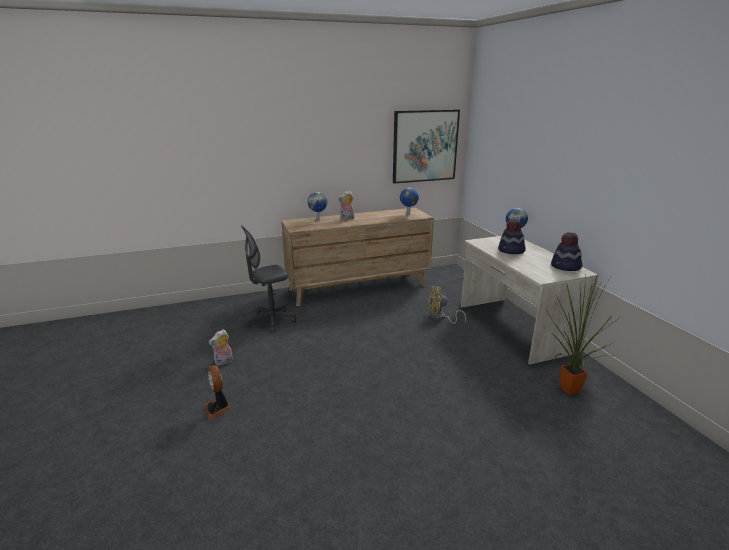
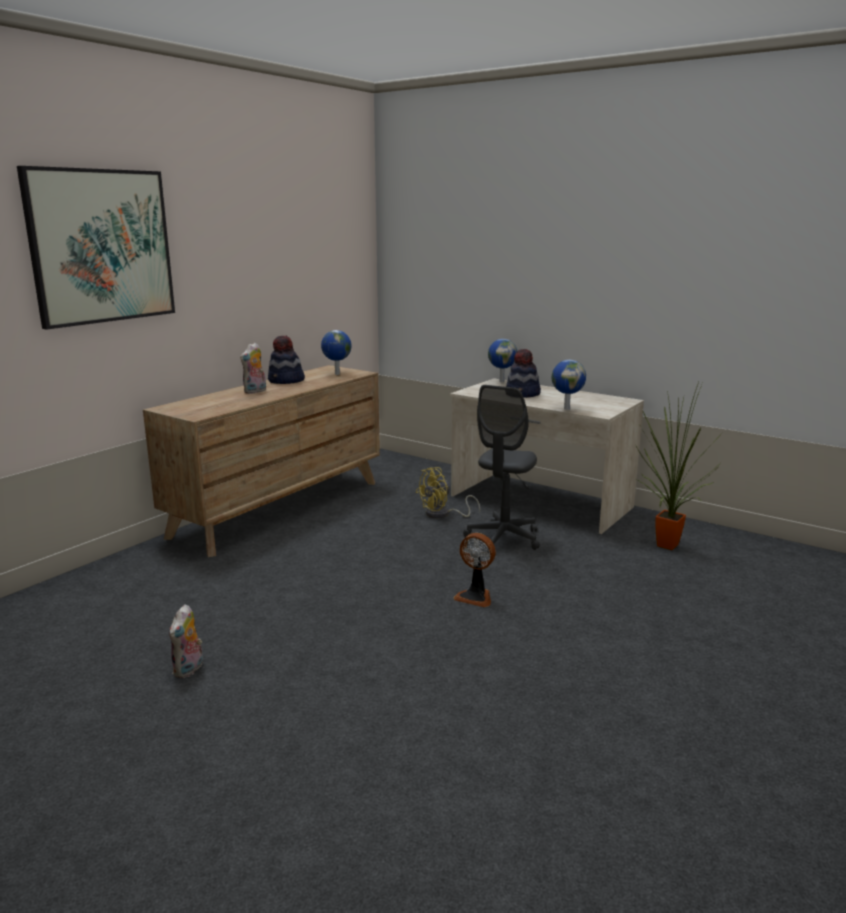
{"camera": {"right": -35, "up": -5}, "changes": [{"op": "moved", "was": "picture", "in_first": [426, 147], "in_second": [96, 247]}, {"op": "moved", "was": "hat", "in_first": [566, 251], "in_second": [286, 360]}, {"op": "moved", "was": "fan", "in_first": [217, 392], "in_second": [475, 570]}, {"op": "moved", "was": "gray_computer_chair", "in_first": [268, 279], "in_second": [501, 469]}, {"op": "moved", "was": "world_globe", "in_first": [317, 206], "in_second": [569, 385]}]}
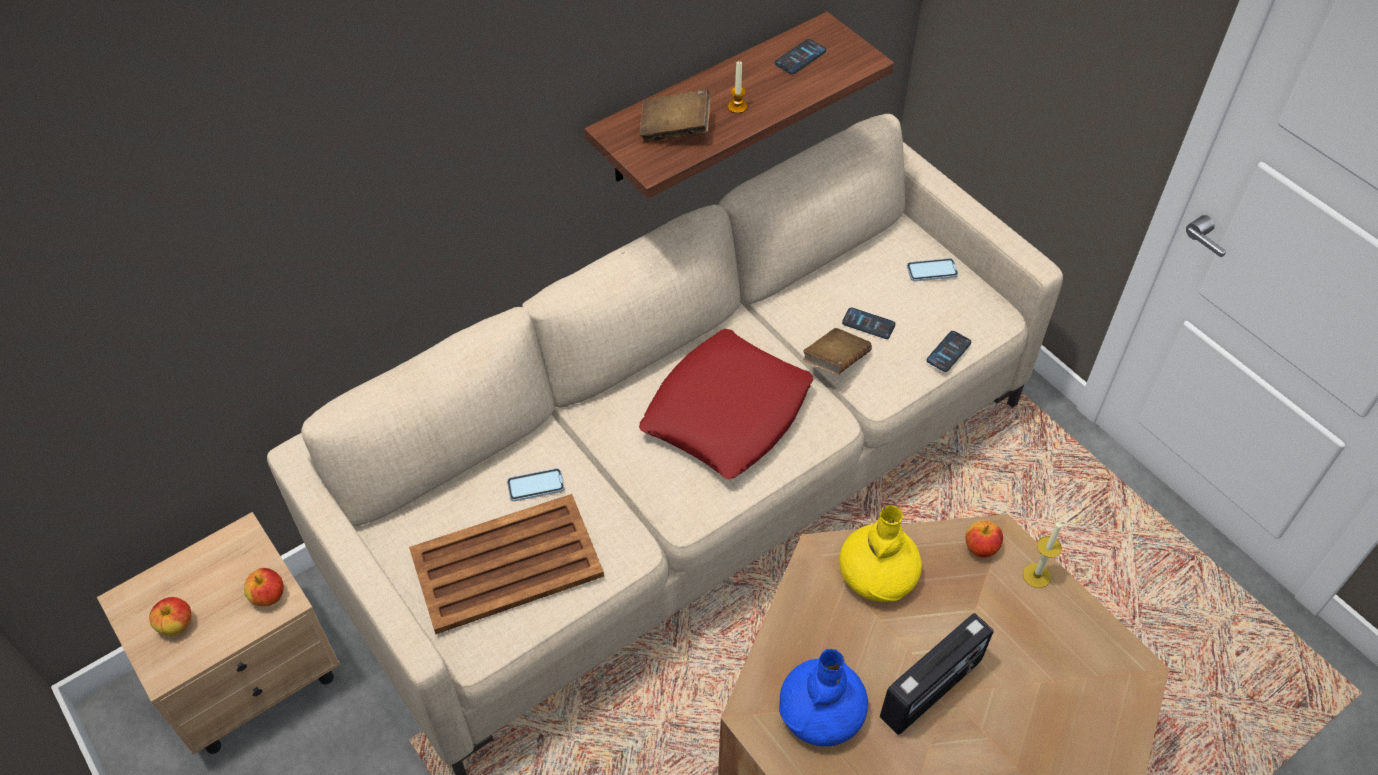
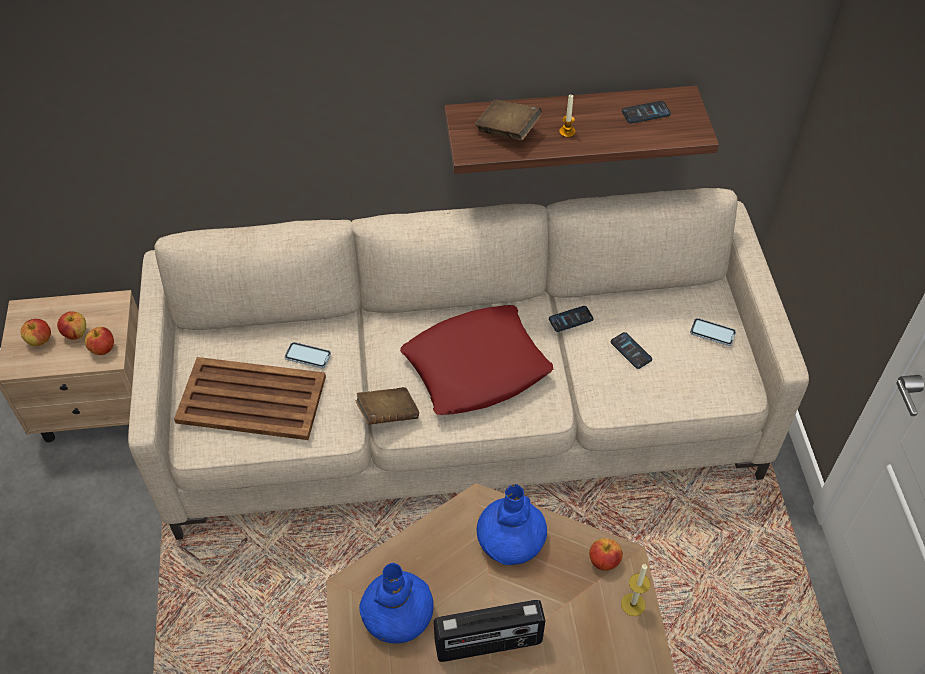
{"camera": {"right": 30, "up": 0}, "changes": [{"op": "added", "now": "apple_fruit", "in_second": [71, 325]}, {"op": "moved", "was": "brown-coloured_book", "in_first": [837, 351], "in_second": [387, 406]}, {"op": "recoloured", "was": "yellow_flower_vase", "now": "blue-coloured_flower_vase", "in_first": [880, 553], "in_second": [512, 524]}, {"op": "moved", "was": "handset", "in_first": [949, 351], "in_second": [571, 319]}]}
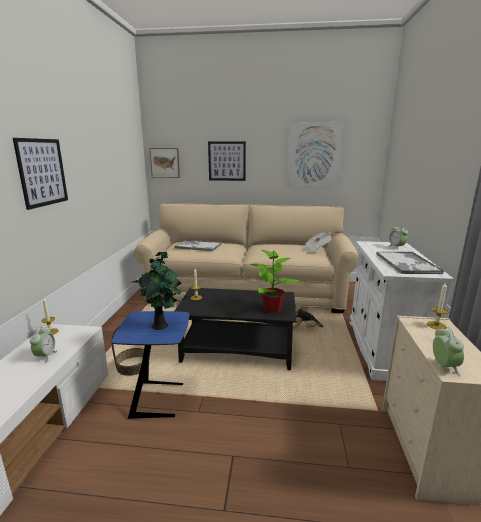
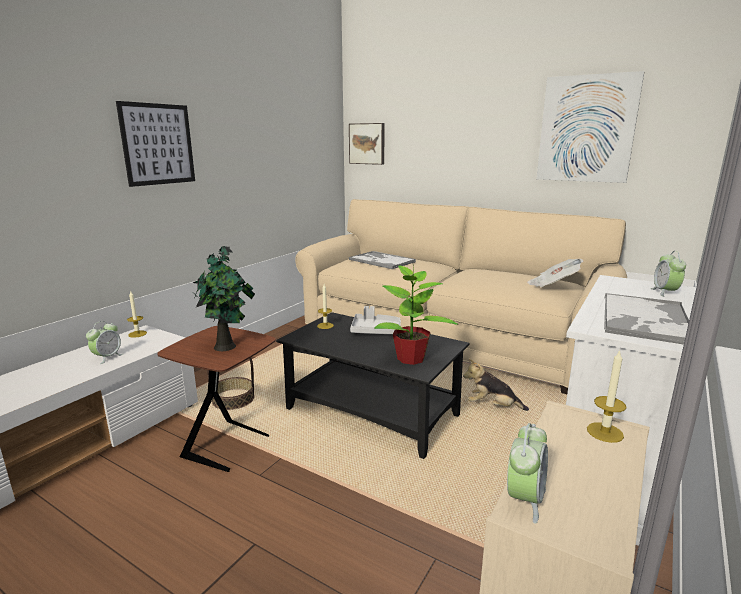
{"camera": {"right": 25, "up": 0}, "changes": [{"op": "recoloured", "was": "blue-coloured_side_table", "now": "brown-coloured_side_table", "in_first": [151, 365], "in_second": [216, 399]}, {"op": "added", "now": "gray_serving_tray", "in_second": [375, 320]}, {"op": "removed", "was": "picture", "in_first": [227, 161]}]}
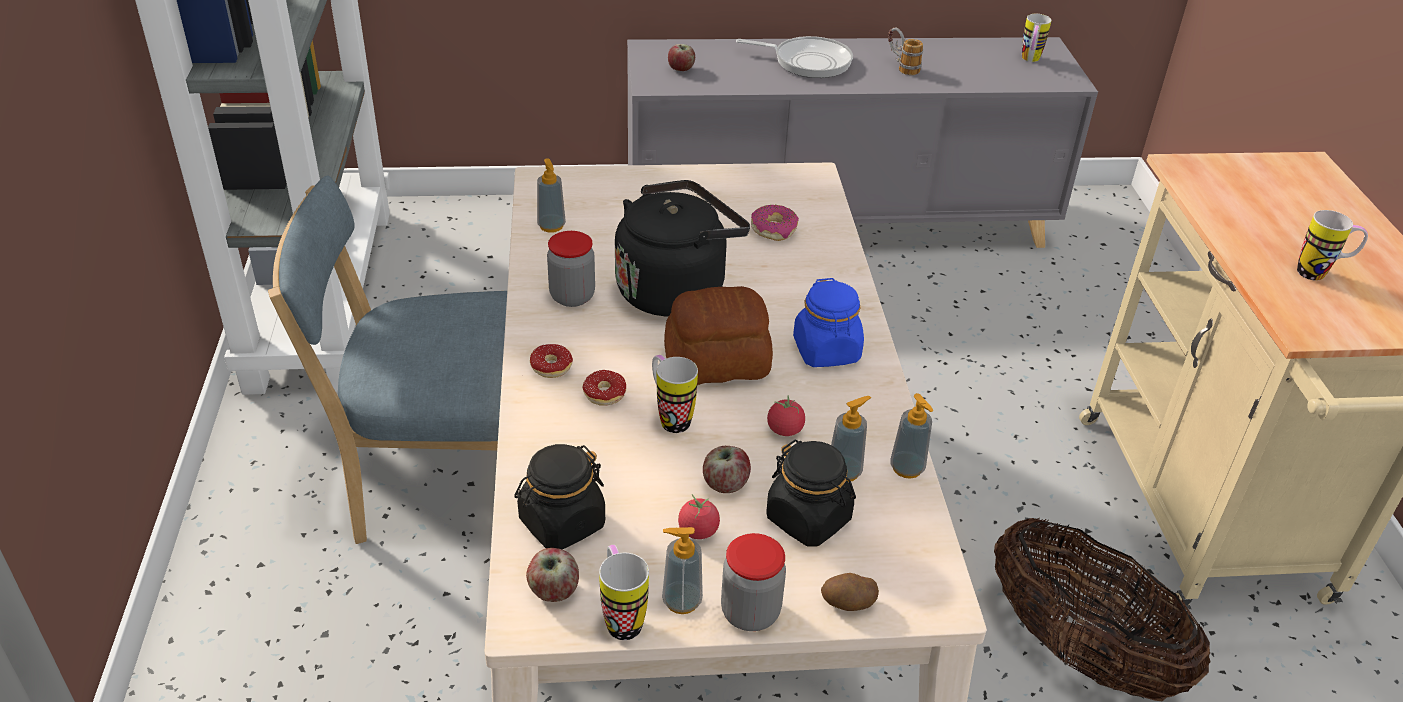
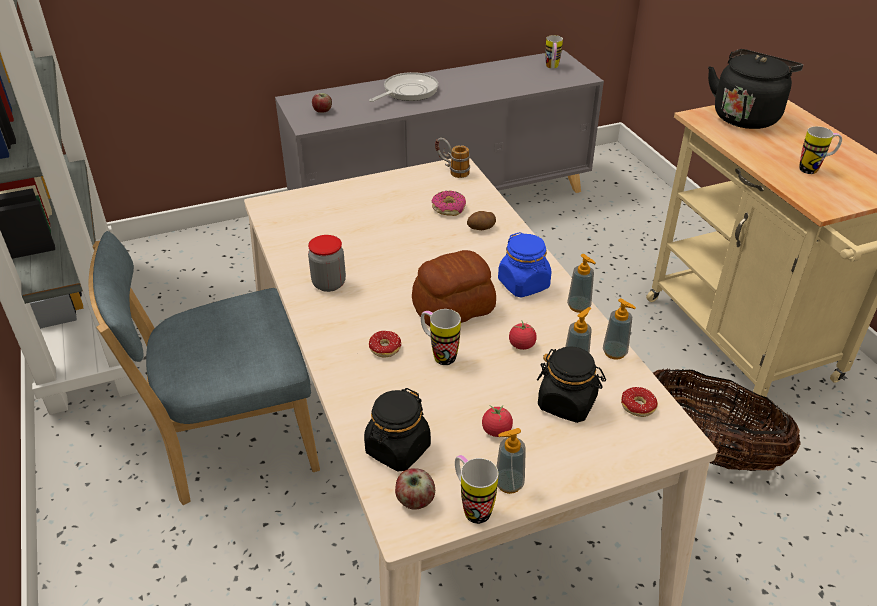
{"camera": {"right": -15, "up": 0}, "changes": [{"op": "turned", "was": "pan", "in_first": [794, 57], "in_second": [403, 87], "clockwise": -45}, {"op": "moved", "was": "coffee_mug", "in_first": [905, 51], "in_second": [452, 158]}, {"op": "moved", "was": "potato", "in_first": [850, 592], "in_second": [481, 220]}, {"op": "moved", "was": "liquid_soap_bottle", "in_first": [551, 195], "in_second": [581, 283]}, {"op": "moved", "was": "donut", "in_first": [551, 361], "in_second": [639, 402]}, {"op": "moved", "was": "blackish_water_kettle", "in_first": [682, 248], "in_second": [755, 89]}, {"op": "removed", "was": "apple_fruit", "in_first": [727, 469]}, {"op": "removed", "was": "preserve_jar", "in_first": [753, 582]}]}
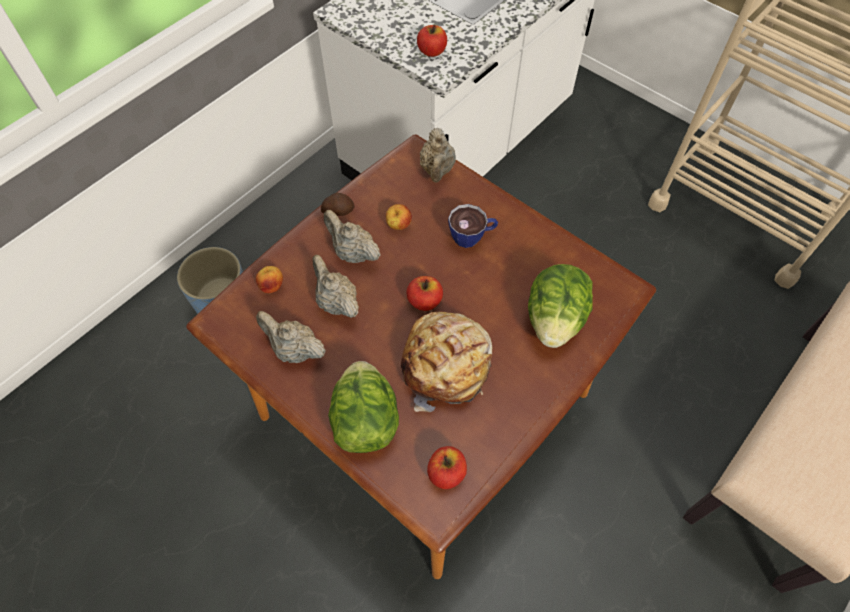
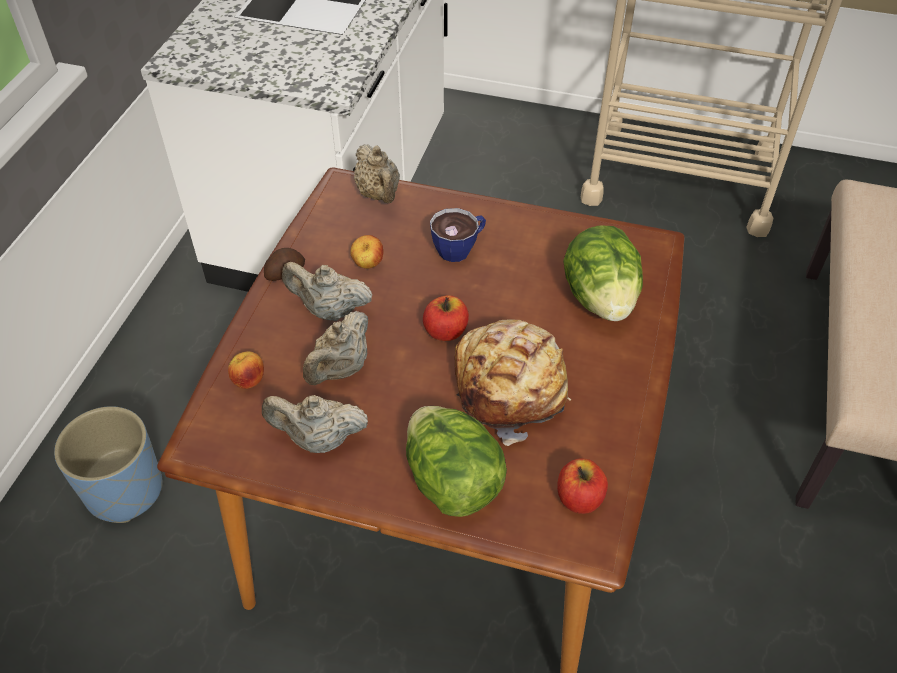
{"camera": {"right": -25, "up": -10}, "changes": [{"op": "turned", "was": "sand-coloured_teapot", "in_first": [335, 286], "in_second": [335, 348], "clockwise": -90}, {"op": "removed", "was": "apple_fruit", "in_first": [432, 41]}]}
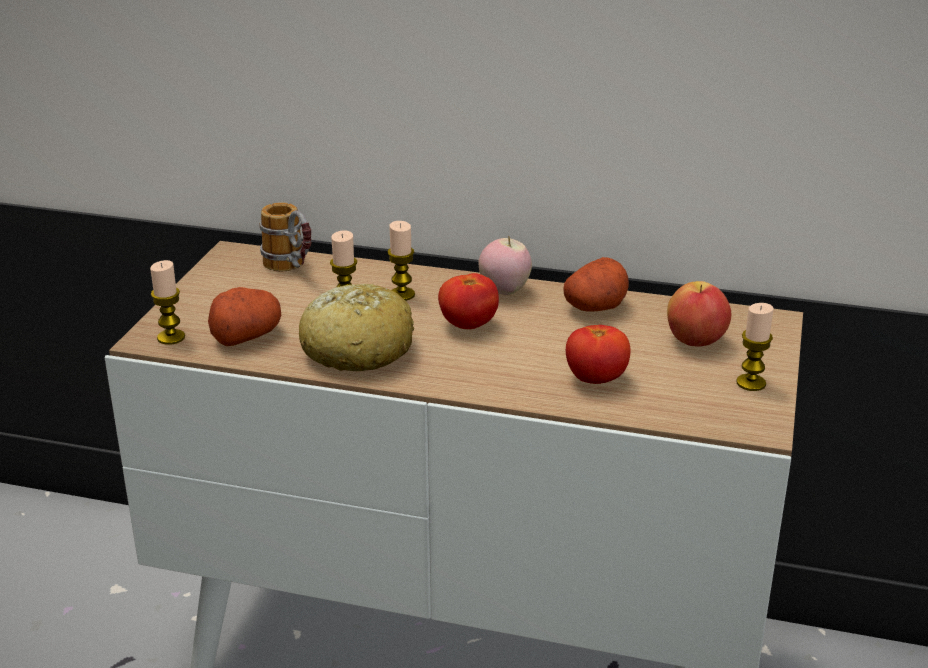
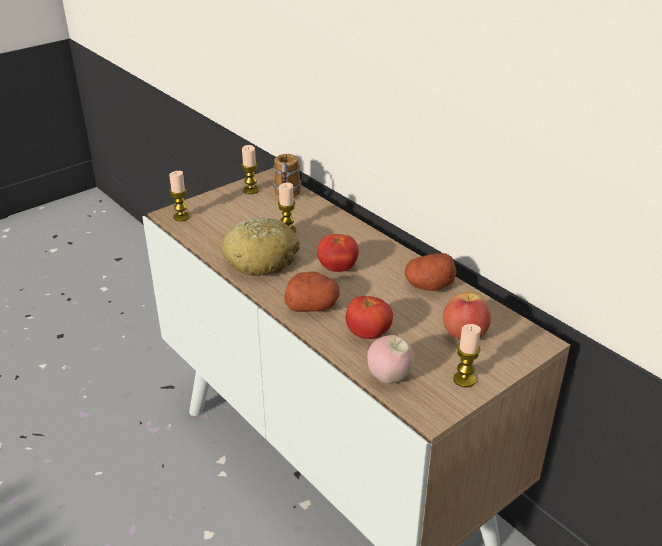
{"camera": {"right": 35, "up": 5}, "changes": [{"op": "moved", "was": "wax_candle", "in_first": [401, 261], "in_second": [250, 169]}, {"op": "moved", "was": "potato", "in_first": [244, 316], "in_second": [312, 291]}, {"op": "moved", "was": "apple_fruit", "in_first": [505, 265], "in_second": [390, 359]}]}
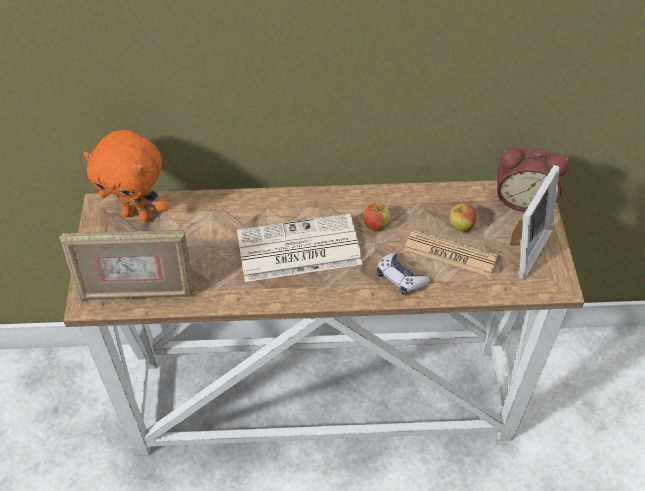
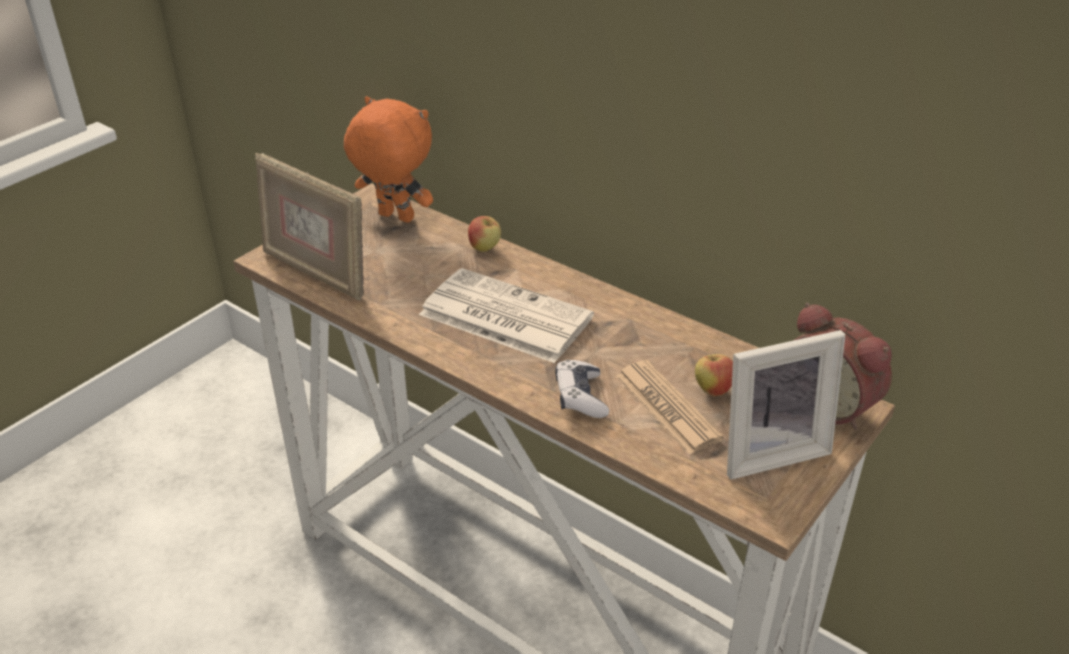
{"camera": {"right": 40, "up": -15}, "changes": [{"op": "turned", "was": "orangey_plush_toy", "in_first": [126, 176], "in_second": [388, 159], "clockwise": 150}, {"op": "moved", "was": "apple_fruit", "in_first": [376, 216], "in_second": [484, 234]}]}
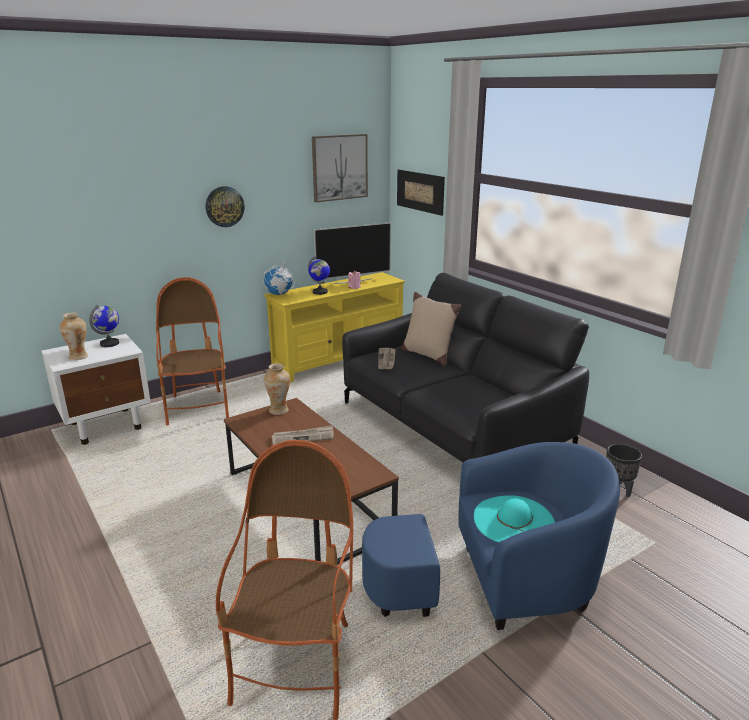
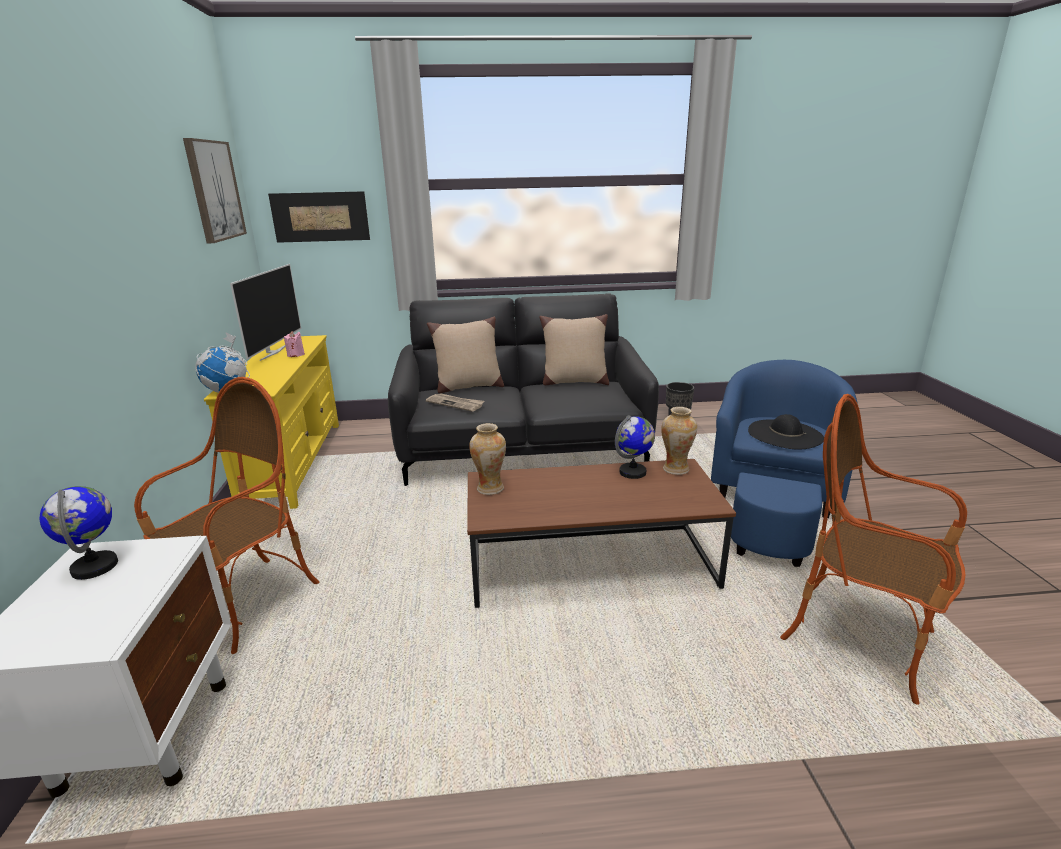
{"camera": {"right": -60, "up": 0}, "changes": [{"op": "turned", "was": "easy_chair", "in_first": [192, 351], "in_second": [226, 515], "clockwise": 105}, {"op": "added", "now": "sand-coloured_pillow", "in_second": [574, 349]}, {"op": "moved", "was": "world_globe", "in_first": [319, 275], "in_second": [635, 447]}, {"op": "moved", "was": "flower_vase", "in_first": [74, 336], "in_second": [679, 441]}, {"op": "recoloured", "was": "turquoise_hat", "now": "blackish_hat", "in_first": [514, 518], "in_second": [786, 432]}, {"op": "removed", "was": "clock_on_the_wall", "in_first": [225, 206]}, {"op": "removed", "was": "newspaper", "in_first": [303, 435]}]}
